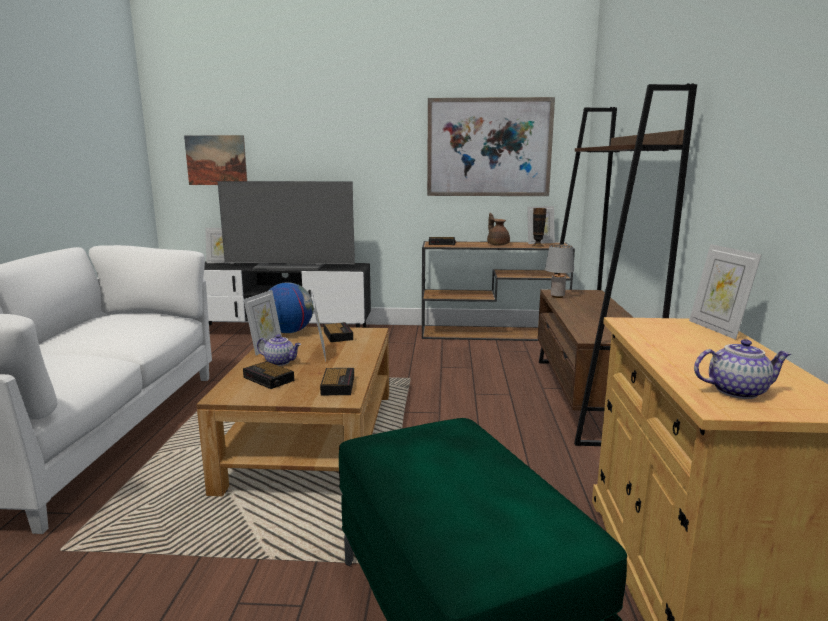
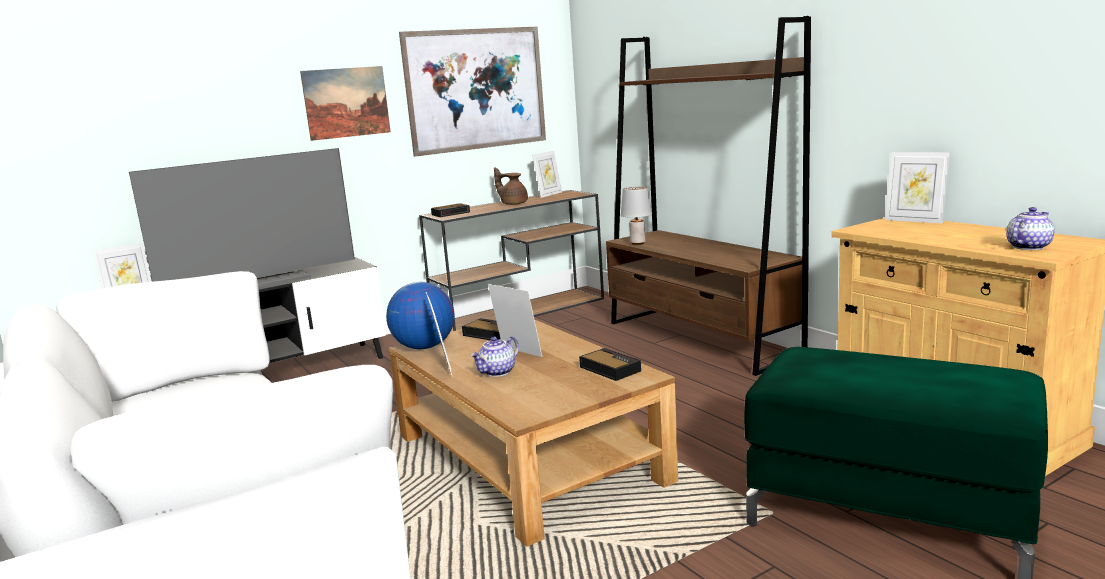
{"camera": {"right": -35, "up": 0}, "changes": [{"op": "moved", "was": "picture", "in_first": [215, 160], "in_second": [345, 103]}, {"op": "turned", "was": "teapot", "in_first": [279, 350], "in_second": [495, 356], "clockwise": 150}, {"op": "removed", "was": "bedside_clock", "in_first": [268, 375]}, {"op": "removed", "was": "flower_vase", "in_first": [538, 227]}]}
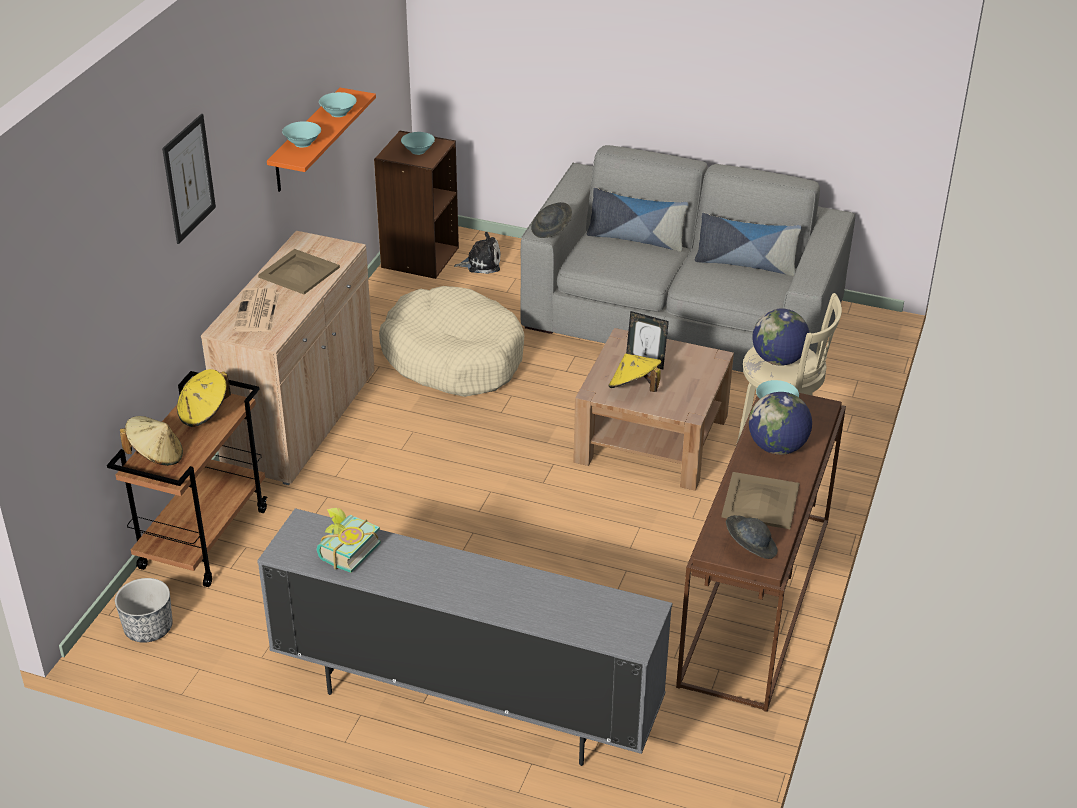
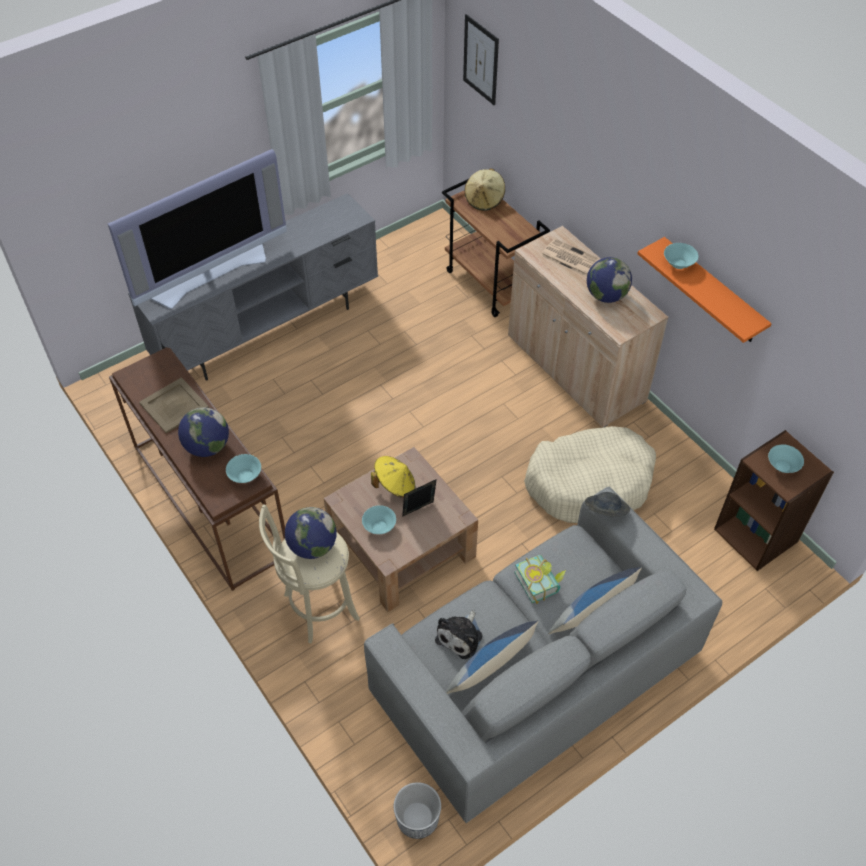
{"camera": {"right": 125, "up": 15}, "changes": [{"op": "added", "now": "TV", "in_second": [197, 229]}, {"op": "moved", "was": "turquoise_serving_bowl", "in_first": [338, 104], "in_second": [379, 519]}, {"op": "moved", "was": "flower_pot", "in_first": [144, 610], "in_second": [417, 810]}, {"op": "moved", "was": "plush_toy", "in_first": [477, 253], "in_second": [459, 634]}, {"op": "moved", "was": "picture", "in_first": [189, 179], "in_second": [481, 59]}, {"op": "moved", "was": "book", "in_first": [349, 540], "in_second": [540, 579]}, {"op": "replaced", "was": "sand-coloured_serving_tray", "now": "world_globe", "in_first": [299, 271], "in_second": [609, 280]}, {"op": "removed", "was": "yellow_hat", "in_first": [204, 398]}, {"op": "removed", "was": "gray_hat", "in_first": [751, 537]}]}
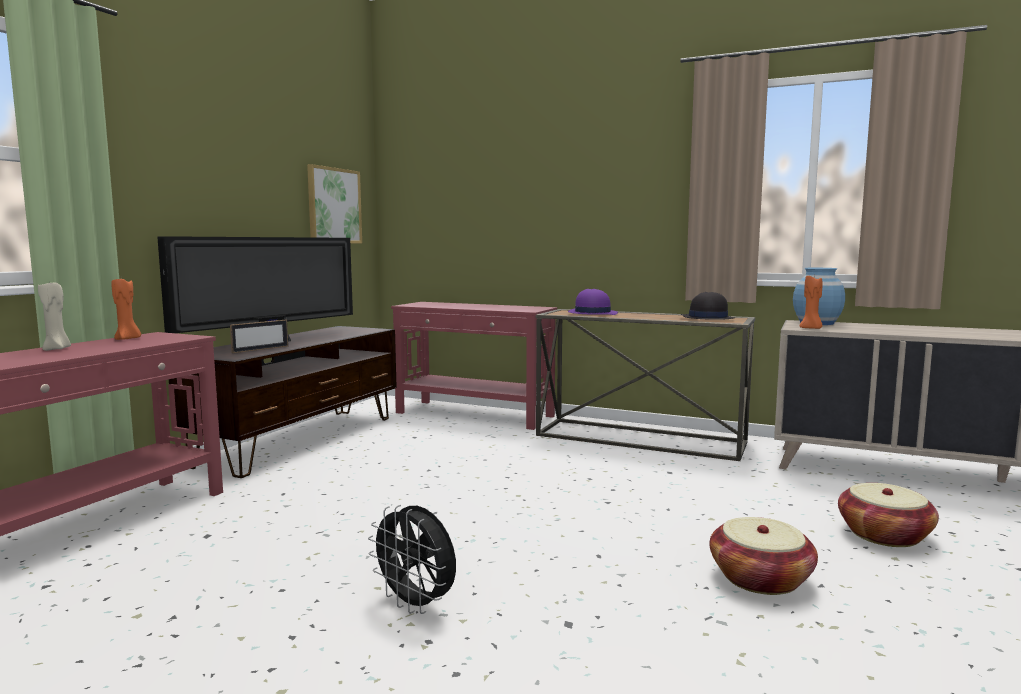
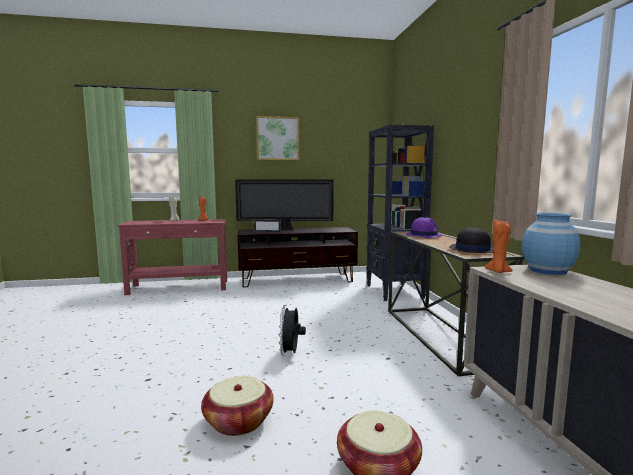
{"camera": {"right": 55, "up": 0}, "changes": [{"op": "moved", "was": "picture", "in_first": [334, 203], "in_second": [277, 138]}, {"op": "moved", "was": "blackish_fan", "in_first": [412, 559], "in_second": [292, 330]}, {"op": "replaced", "was": "red-coloured_console_table", "now": "blackish_shelving_unit", "in_first": [474, 366], "in_second": [400, 213]}]}
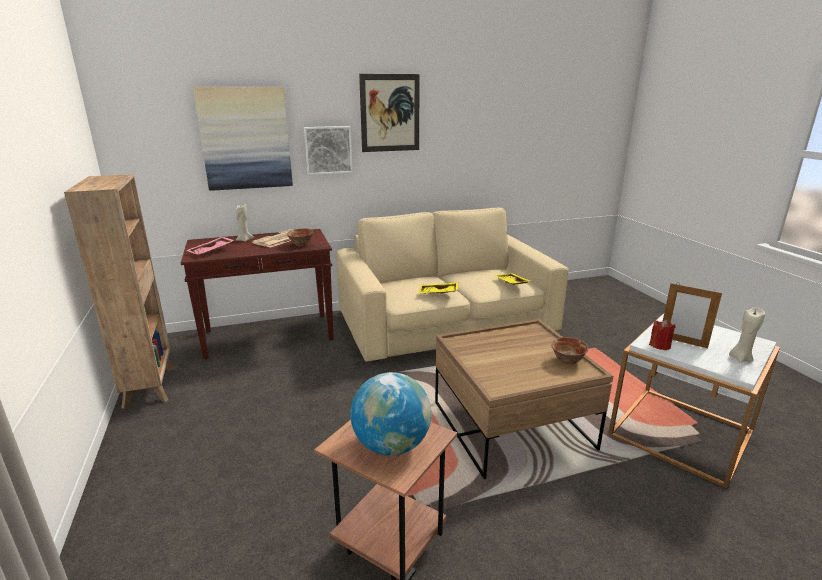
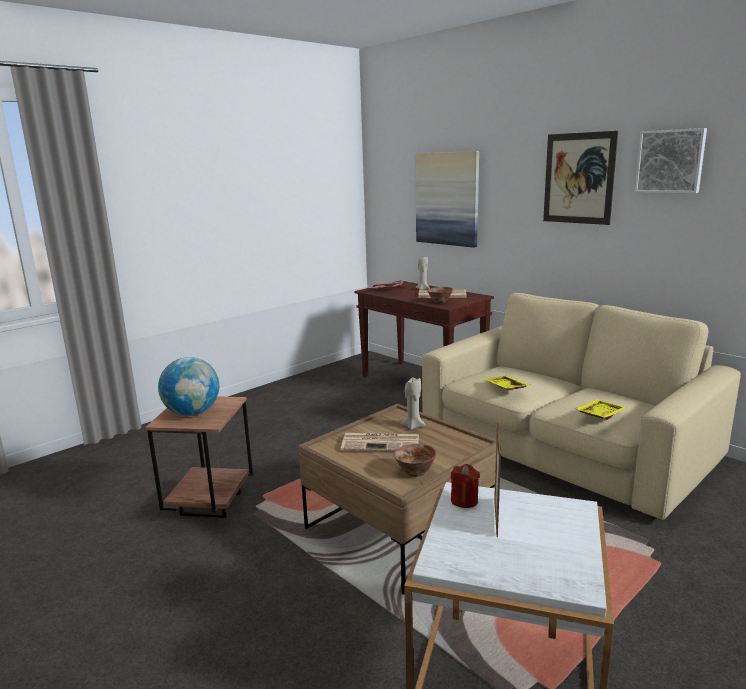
{"camera": {"right": 65, "up": -5}, "changes": [{"op": "added", "now": "newspaper", "in_second": [380, 442]}, {"op": "moved", "was": "sand-coloured_wax_candle", "in_first": [747, 335], "in_second": [413, 403]}, {"op": "moved", "was": "picture", "in_first": [328, 150], "in_second": [671, 160]}, {"op": "removed", "was": "brown-coloured_shelving_unit", "in_first": [119, 291]}]}
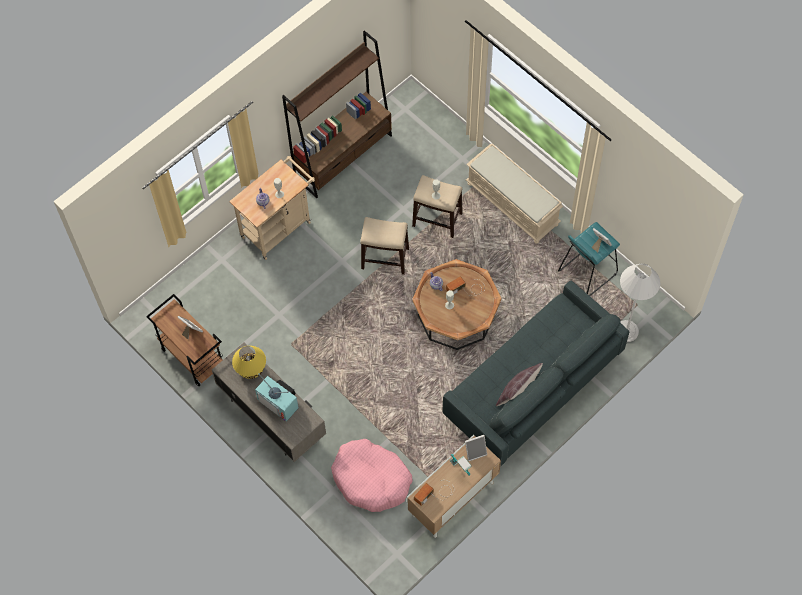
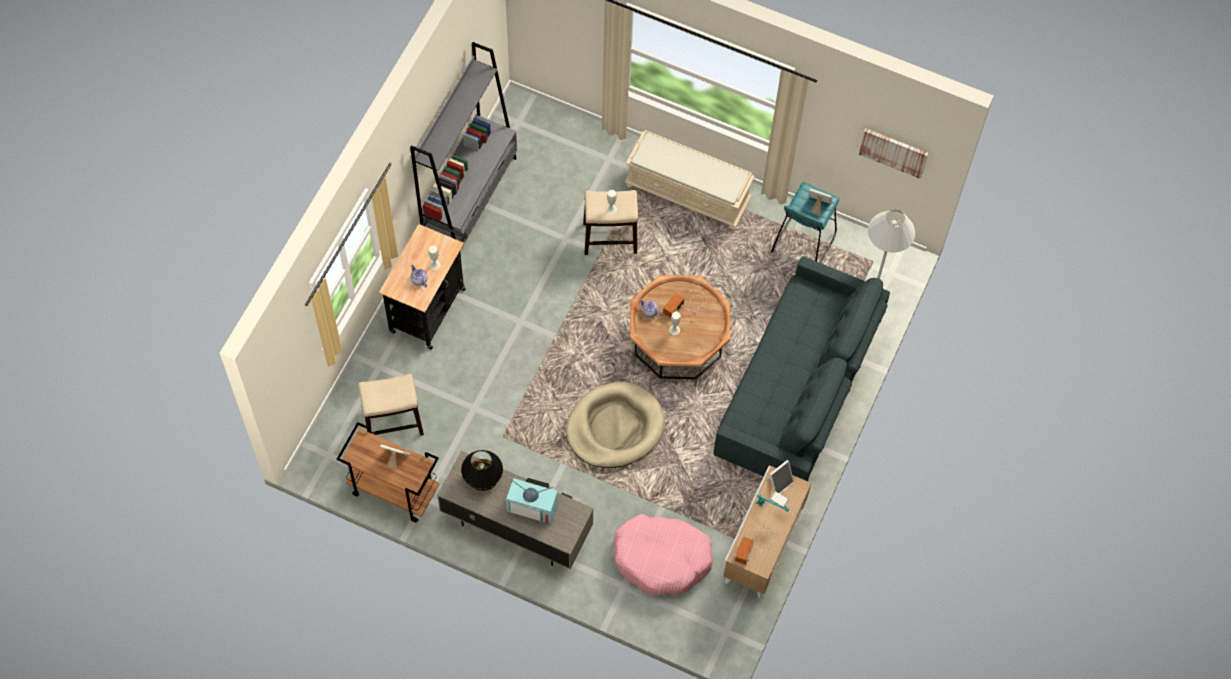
{"camera": {"right": -25, "up": 0}, "changes": [{"op": "moved", "was": "stool_seat", "in_first": [385, 246], "in_second": [391, 405]}, {"op": "recoloured", "was": "sand-coloured_cart", "now": "blackish_cart", "in_first": [272, 208], "in_second": [423, 283]}, {"op": "recoloured", "was": "brown-coloured_shelving_unit", "now": "gray_shelving_unit", "in_first": [337, 114], "in_second": [463, 143]}, {"op": "recoloured", "was": "yellow_table_lamp", "now": "blackish_table_lamp", "in_first": [249, 362], "in_second": [482, 470]}, {"op": "added", "now": "sand-coloured_dog_cushion", "in_second": [615, 425]}, {"op": "added", "now": "picture", "in_second": [893, 154]}, {"op": "removed", "was": "brown-coloured_pillow", "in_first": [519, 384]}]}
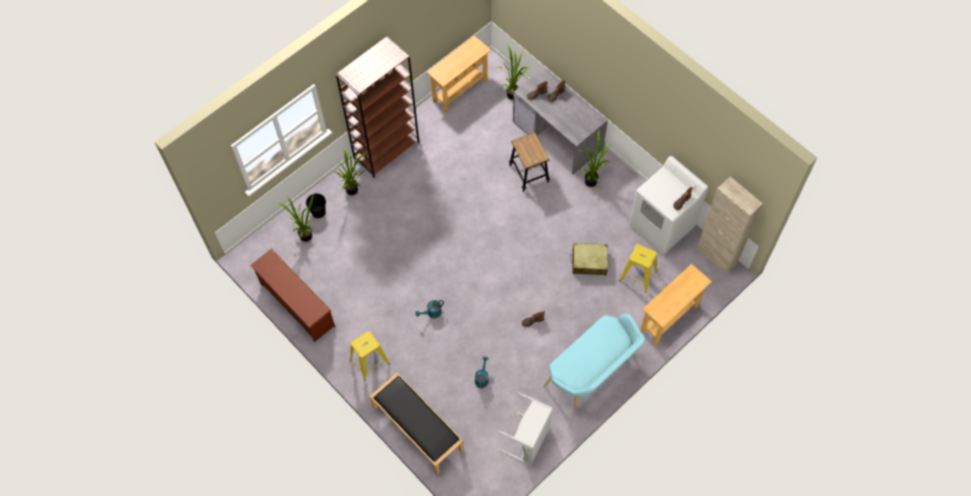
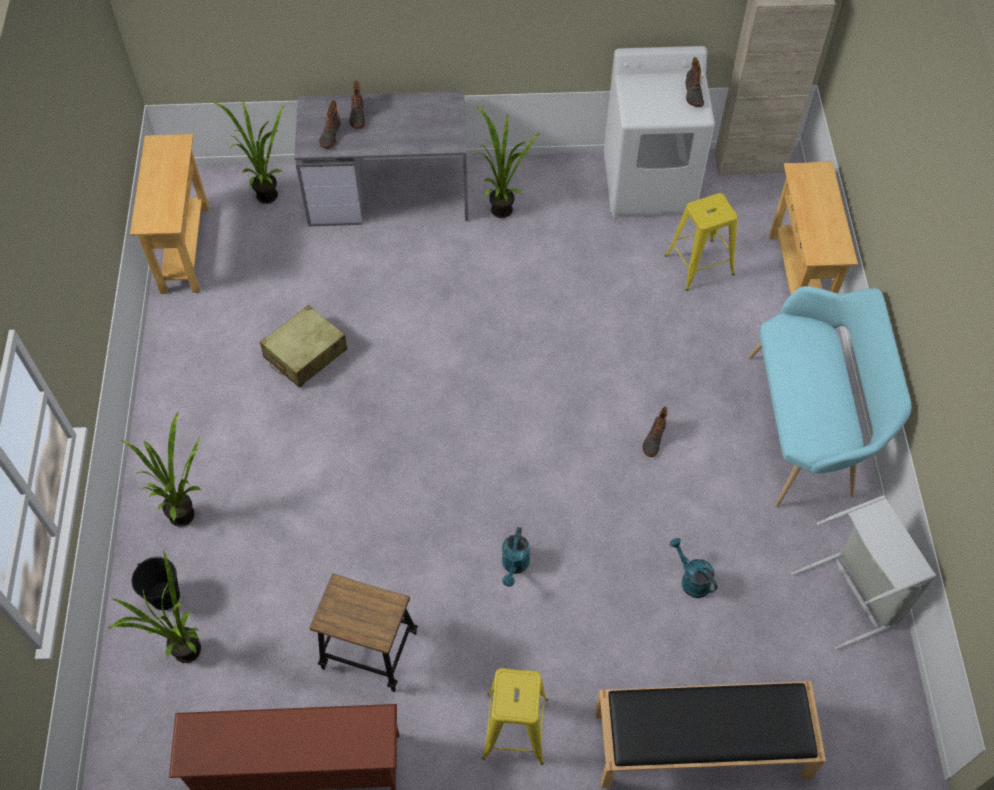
{"camera": {"right": -50, "up": -5}, "changes": [{"op": "moved", "was": "sand-coloured_suitcase", "in_first": [589, 259], "in_second": [304, 346]}, {"op": "moved", "was": "stool_seat", "in_first": [529, 162], "in_second": [364, 632]}, {"op": "removed", "was": "brown-coloured_shelving_unit", "in_first": [377, 107]}]}
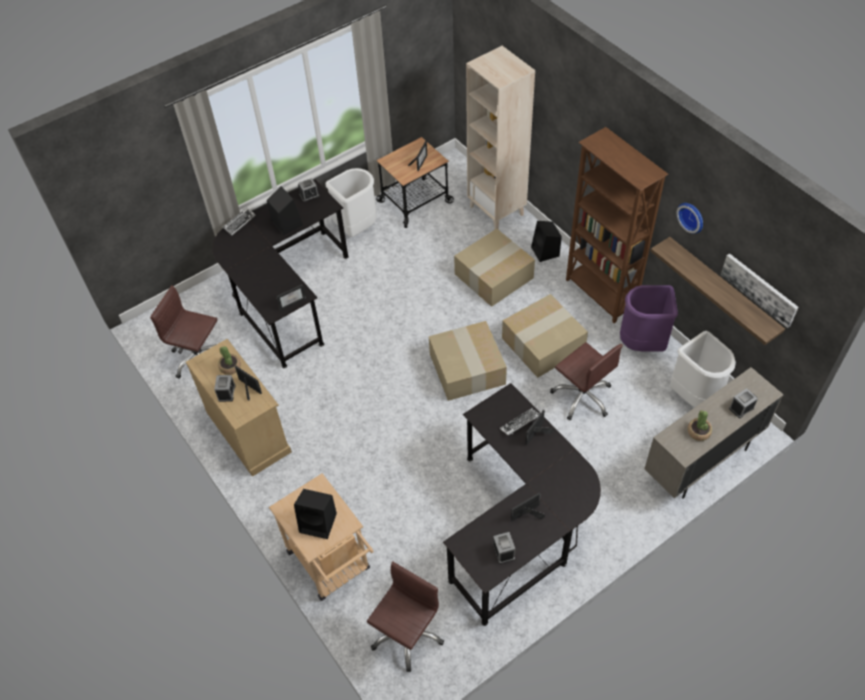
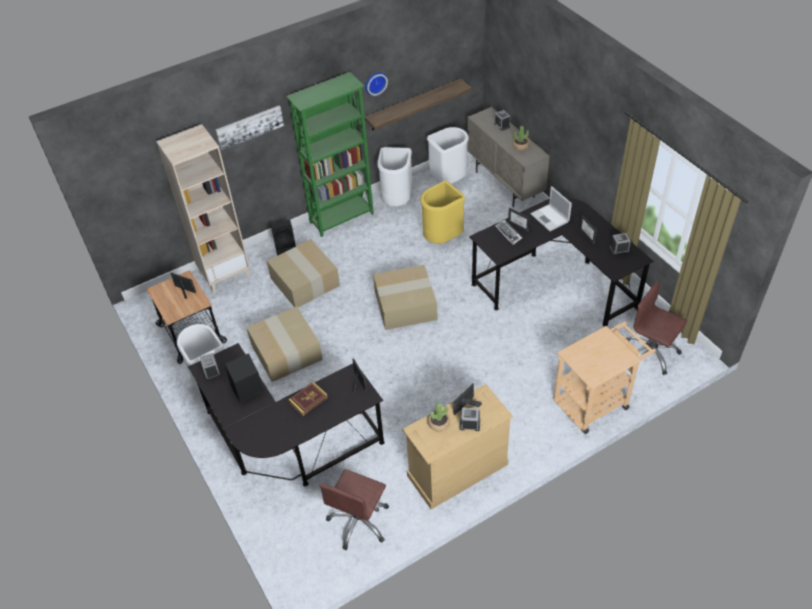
{"camera": {"right": -85, "up": -5}, "changes": [{"op": "moved", "was": "picture", "in_first": [760, 290], "in_second": [250, 128]}, {"op": "moved", "was": "cardboard_box", "in_first": [545, 336], "in_second": [284, 344]}, {"op": "recoloured", "was": "brown-coloured_shelving_unit", "now": "green-coloured_shelving_unit", "in_first": [617, 225], "in_second": [330, 154]}, {"op": "added", "now": "book", "in_second": [308, 399]}, {"op": "recoloured", "was": "purple-coloured_waste_bin", "now": "white-coloured_waste_bin", "in_first": [649, 318], "in_second": [394, 177]}, {"op": "replaced", "was": "brown-coloured_computer_chair", "now": "yellow_waste_bin", "in_first": [586, 381], "in_second": [442, 212]}, {"op": "added", "now": "notebook_computer", "in_second": [551, 208]}, {"op": "removed", "was": "PC_keyboard", "in_first": [239, 221]}, {"op": "removed", "was": "blackish_audio_speaker", "in_first": [315, 514]}]}
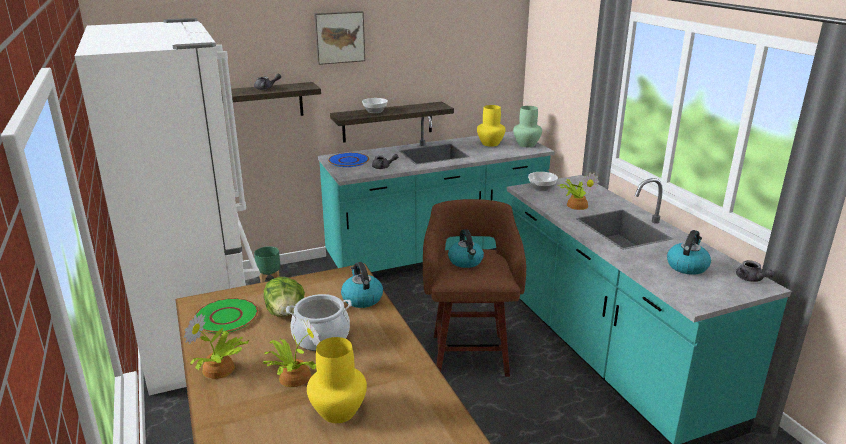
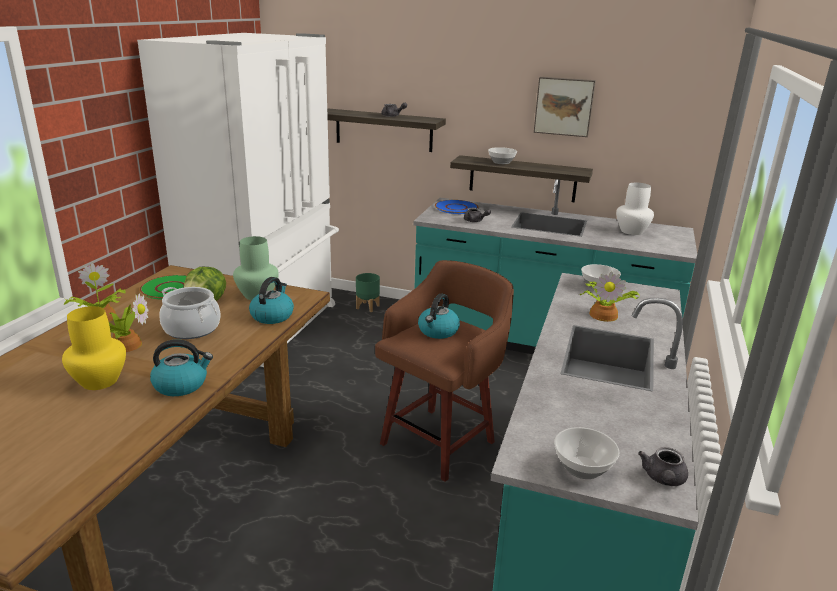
{"camera": {"right": 40, "up": 0}, "changes": [{"op": "moved", "was": "water_kettle", "in_first": [689, 252], "in_second": [181, 367]}, {"op": "moved", "was": "green-coloured_flower_vase", "in_first": [527, 126], "in_second": [256, 268]}, {"op": "moved", "was": "picture", "in_first": [339, 38], "in_second": [565, 107]}, {"op": "added", "now": "serving_bowl", "in_second": [587, 453]}, {"op": "recoloured", "was": "yellow_flower_vase", "now": "white-coloured_flower_vase", "in_first": [491, 126], "in_second": [635, 209]}]}
